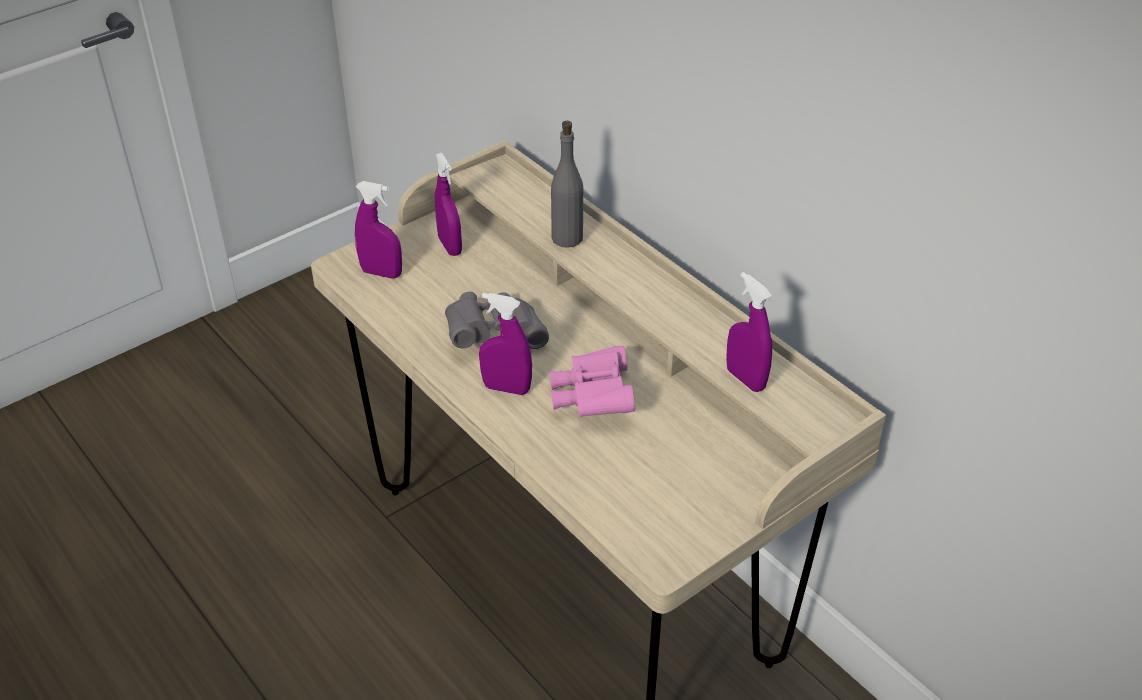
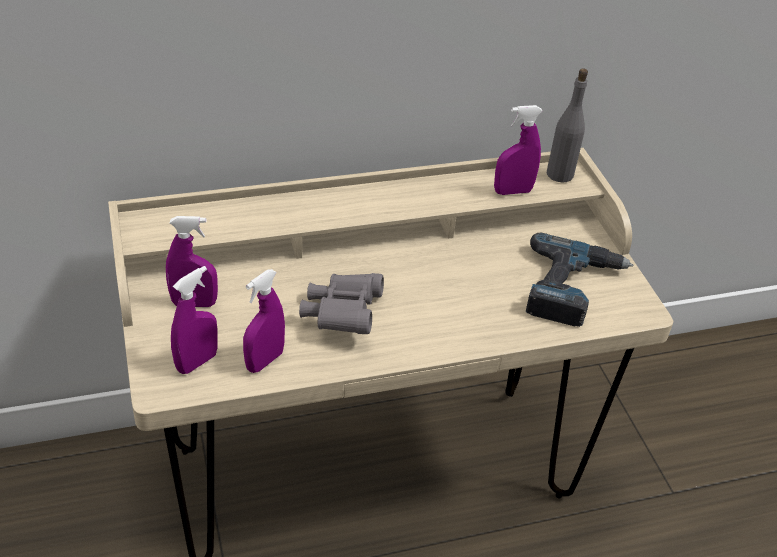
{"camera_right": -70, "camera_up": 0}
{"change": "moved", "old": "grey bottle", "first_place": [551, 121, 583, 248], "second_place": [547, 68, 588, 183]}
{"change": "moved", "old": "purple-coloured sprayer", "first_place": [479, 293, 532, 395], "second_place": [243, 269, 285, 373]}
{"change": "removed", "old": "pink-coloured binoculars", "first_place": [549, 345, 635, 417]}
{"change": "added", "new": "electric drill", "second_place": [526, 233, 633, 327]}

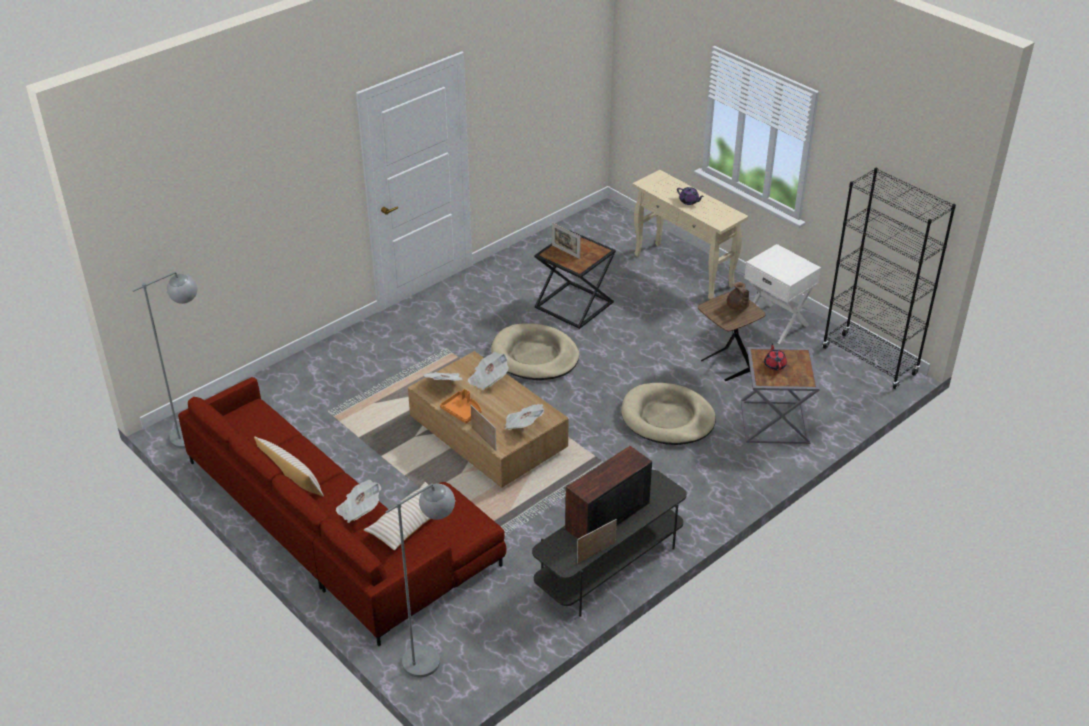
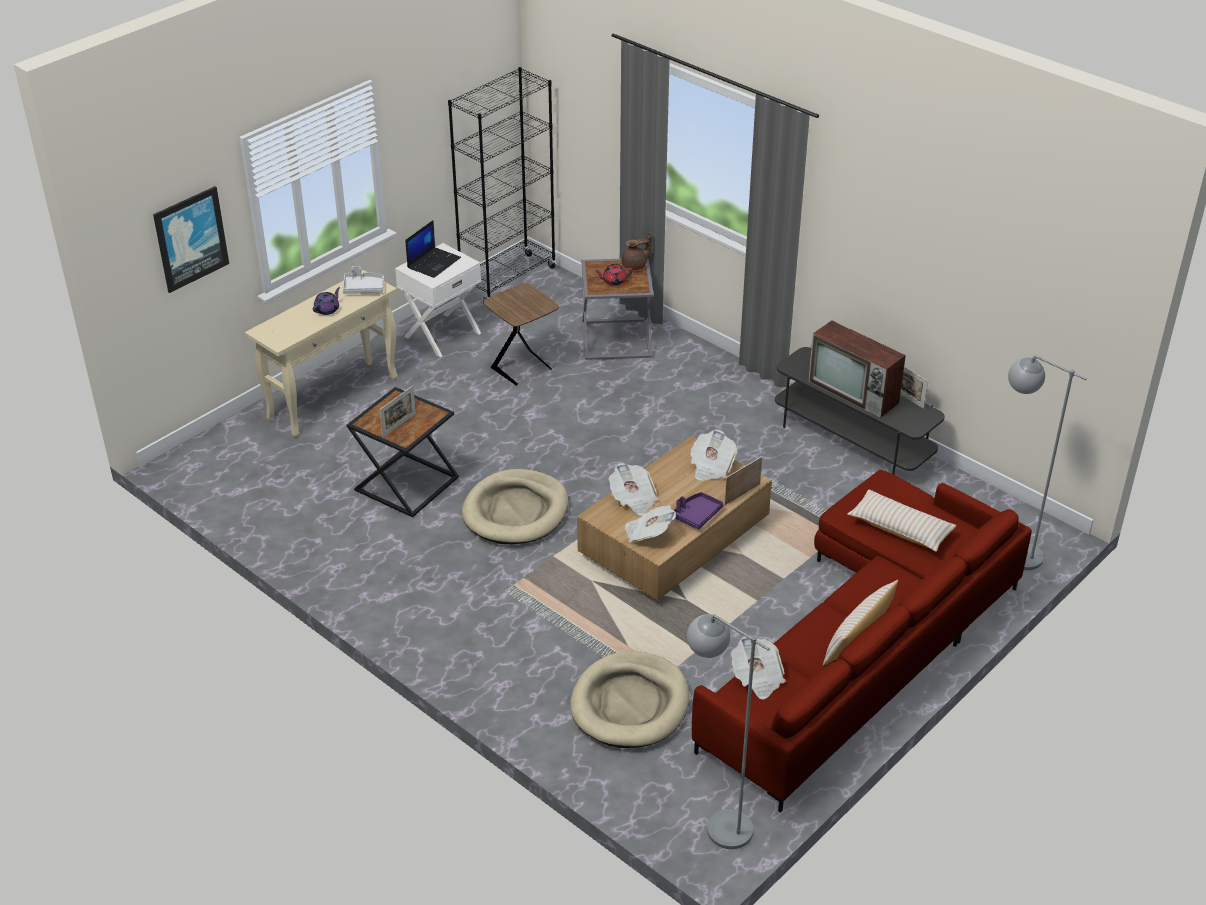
{"camera_right": -95, "camera_up": 0}
{"change": "moved", "old": "brown tea pot", "first_place": [727, 282, 750, 311], "second_place": [622, 233, 652, 270]}
{"change": "moved", "old": "beige-coloured dog cushion", "first_place": [621, 383, 716, 445], "second_place": [570, 651, 689, 748]}
{"change": "recoloured", "old": "orange-coloured serving tray", "new": "purple-coloured serving tray", "first_place": [440, 389, 482, 423], "second_place": [674, 492, 724, 530]}
{"change": "moved", "old": "daily paper", "first_place": [336, 480, 381, 523], "second_place": [731, 635, 785, 699]}
{"change": "added", "new": "wall art", "second_place": [153, 186, 229, 293]}
{"change": "added", "new": "notebook computer", "second_place": [406, 220, 461, 278]}
{"change": "added", "new": "grey serving tray", "second_place": [343, 266, 384, 294]}

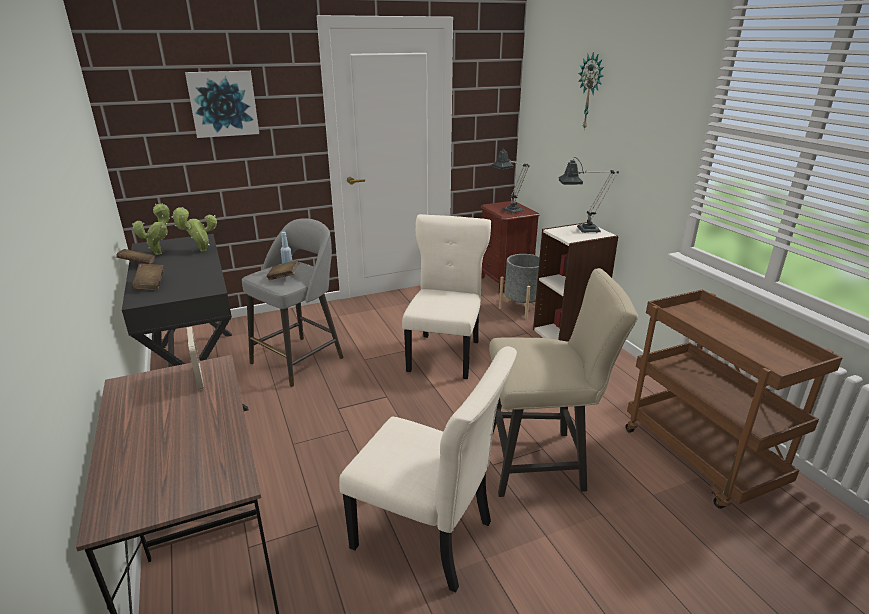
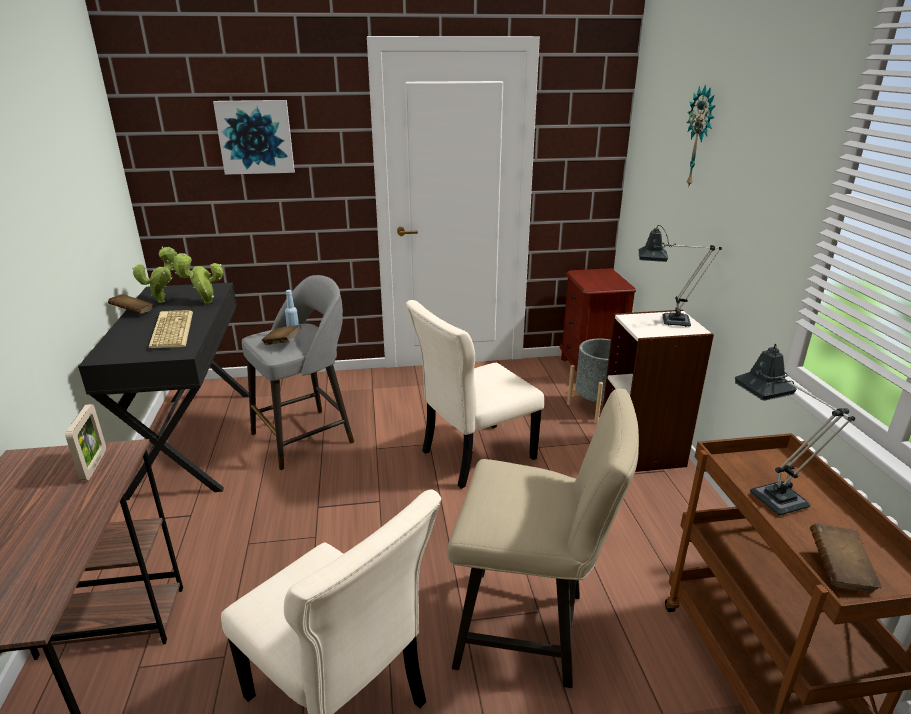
{"camera_right": 15, "camera_up": 0}
{"change": "moved", "old": "table lamp", "first_place": [492, 147, 530, 213], "second_place": [735, 344, 855, 515]}
{"change": "turned", "old": "beige-coloured plain chair", "first_place": [402, 214, 491, 379], "second_place": [406, 300, 544, 489], "degrees": -150}
{"change": "moved", "old": "brown volume", "first_place": [132, 264, 164, 290], "second_place": [810, 524, 881, 592]}
{"change": "added", "new": "computer keyboard", "second_place": [149, 310, 193, 348]}

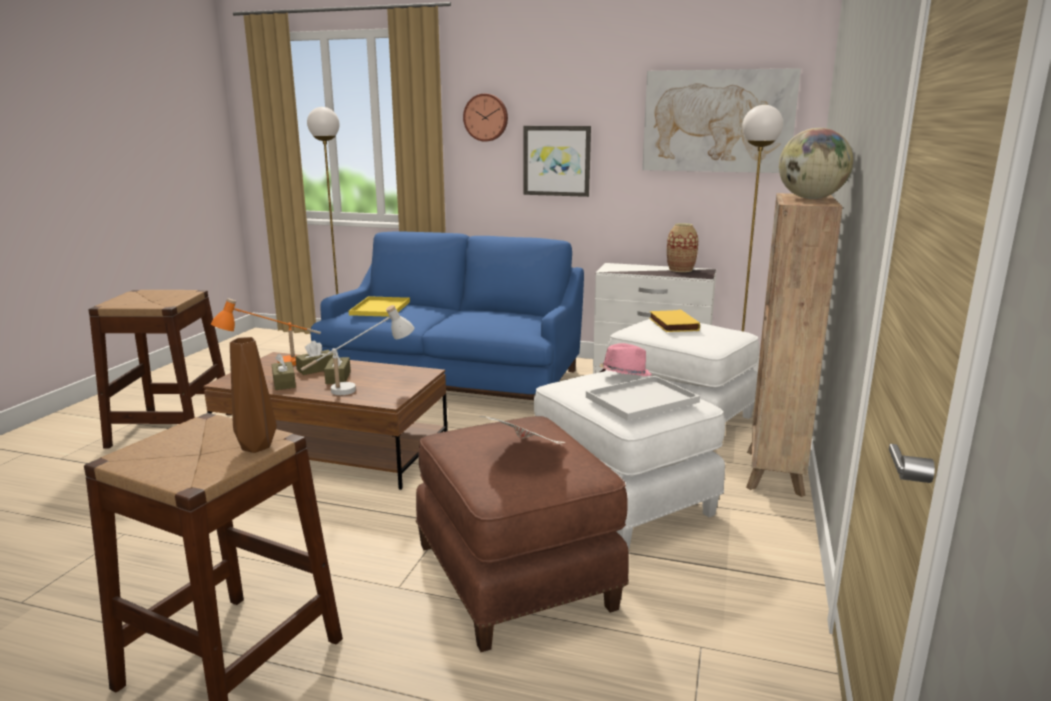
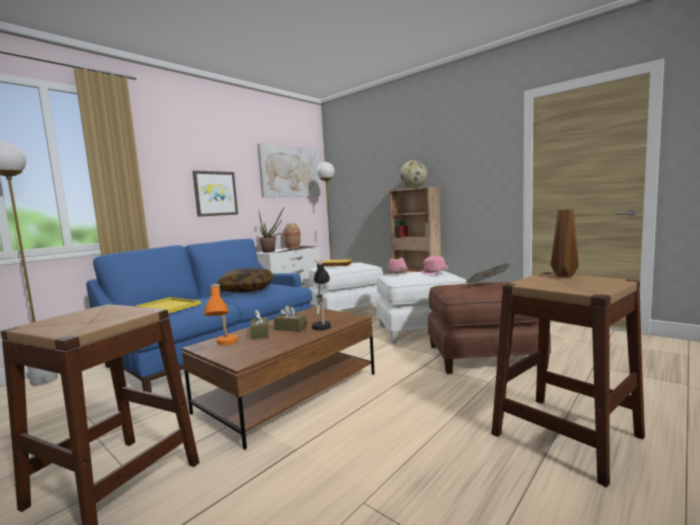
{"camera_right": -65, "camera_up": -10}
{"change": "removed", "old": "clock on the wall", "first_place": [463, 94, 508, 142]}
{"change": "recoloured", "old": "white table lamp", "new": "black-coloured table lamp", "first_place": [301, 305, 414, 395], "second_place": [312, 260, 331, 330]}
{"change": "removed", "old": "brown box of tissues", "first_place": [272, 353, 296, 390]}
{"change": "replaced", "old": "white serving tray", "new": "pink-coloured clothing hat", "first_place": [586, 376, 700, 421], "second_place": [421, 256, 449, 274]}
{"change": "added", "new": "potted plant", "second_place": [259, 208, 284, 253]}
{"change": "added", "new": "throw pillow", "second_place": [217, 268, 274, 293]}

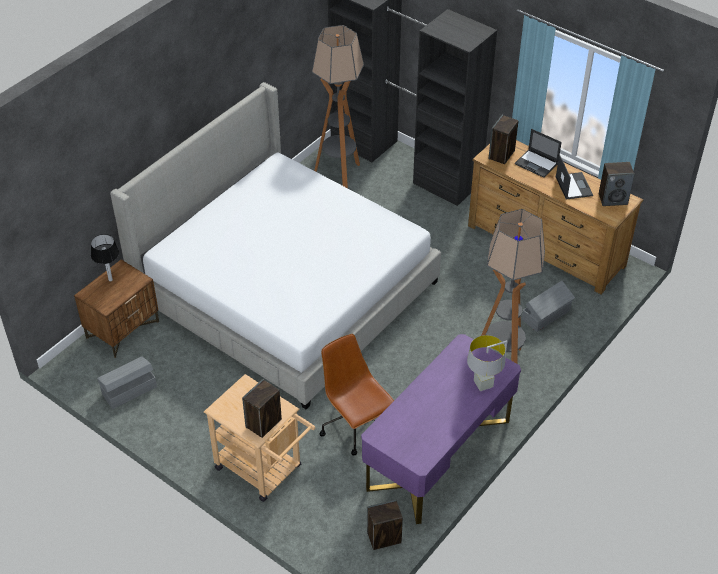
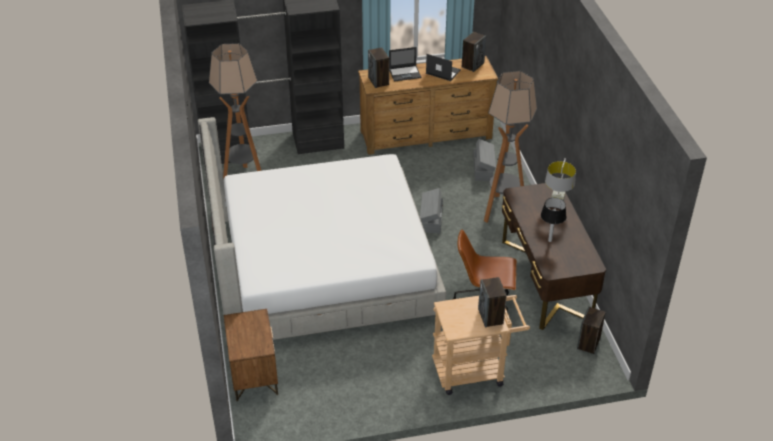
{"camera_right": -50, "camera_up": -5}
{"change": "moved", "old": "table lamp", "first_place": [91, 234, 119, 281], "second_place": [541, 198, 567, 242]}
{"change": "recoloured", "old": "purple-coloured desk unit", "new": "brown desk unit", "first_place": [361, 334, 521, 524], "second_place": [502, 183, 606, 330]}
{"change": "moved", "old": "grey storage box", "first_place": [97, 356, 157, 409], "second_place": [420, 188, 443, 233]}

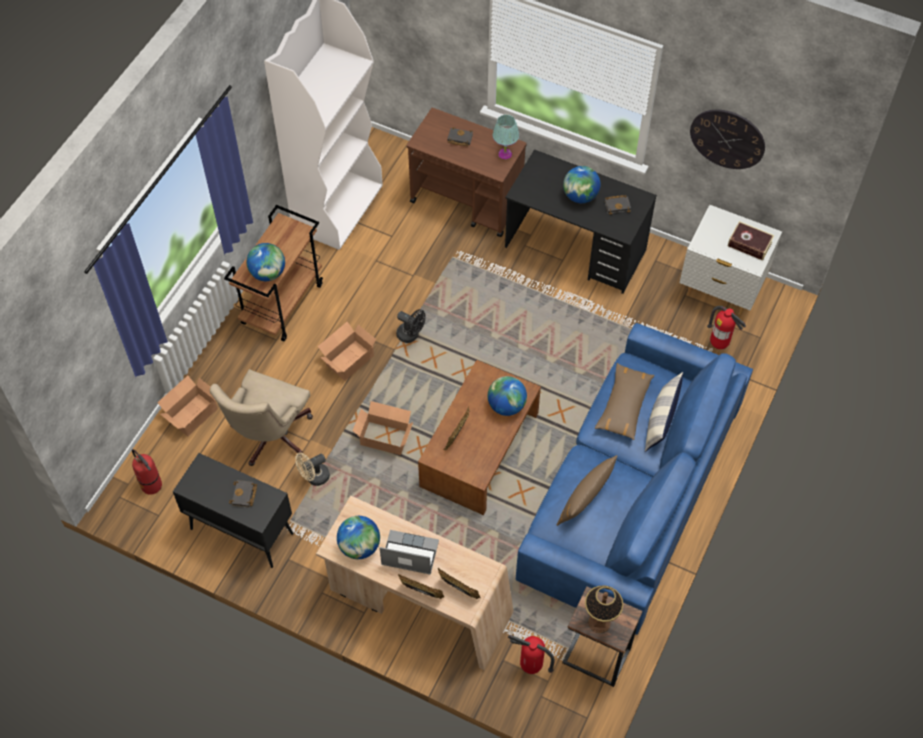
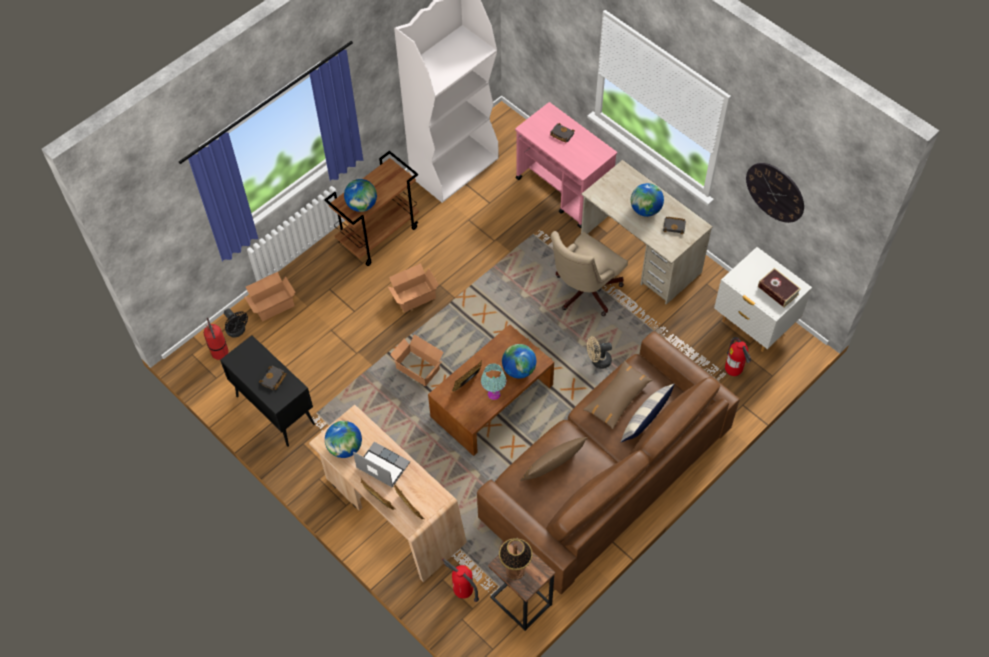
{"camera_right": 20, "camera_up": 0}
{"change": "recoloured", "old": "brown trolley", "new": "pink-coloured trolley", "first_place": [407, 108, 527, 237], "second_place": [515, 102, 617, 228]}
{"change": "moved", "old": "blue-green table lamp", "first_place": [492, 115, 519, 159], "second_place": [481, 363, 506, 400]}
{"change": "recoloured", "old": "black-coloured desk unit", "new": "beige-coloured desk unit", "first_place": [505, 149, 657, 294], "second_place": [581, 160, 713, 305]}
{"change": "moved", "old": "black-coloured fan", "first_place": [396, 309, 426, 343], "second_place": [224, 309, 248, 338]}
{"change": "recoloured", "old": "blue-coloured couch", "new": "brown couch", "first_place": [516, 323, 753, 635], "second_place": [477, 331, 740, 594]}
{"change": "moved", "old": "beige-coloured computer chair", "first_place": [210, 369, 313, 466], "second_place": [550, 231, 628, 316]}
{"change": "moved", "old": "beige-coloured fan", "first_place": [295, 452, 330, 486], "second_place": [587, 336, 612, 369]}

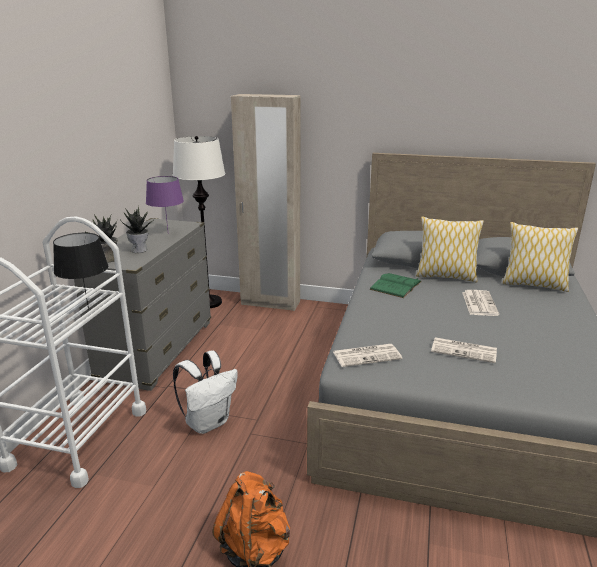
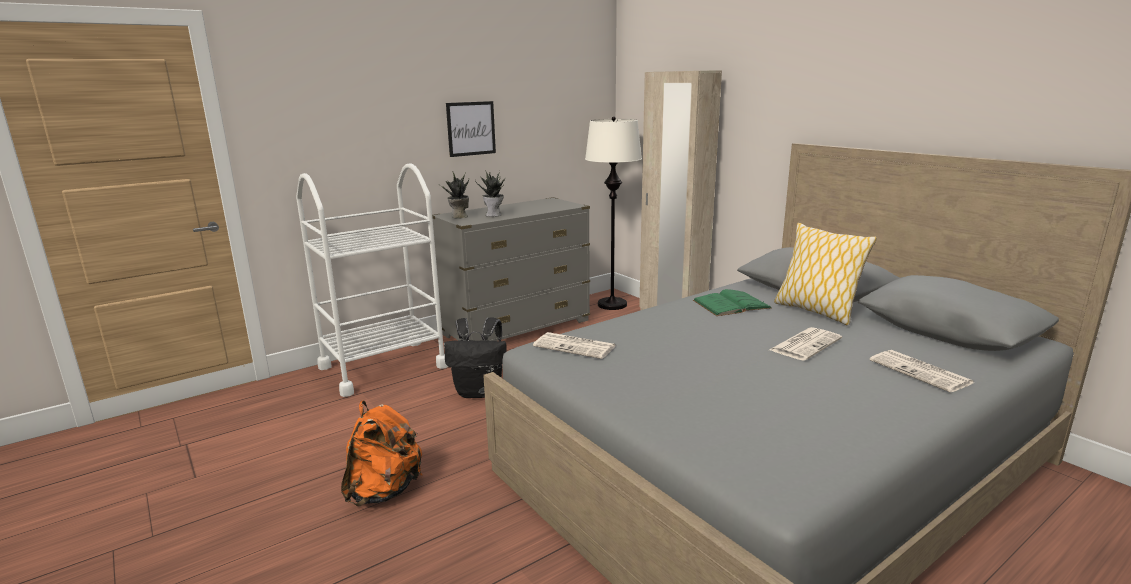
{"camera_right": 40, "camera_up": -5}
{"change": "removed", "old": "purple-coloured table lamp", "first_place": [146, 176, 184, 229]}
{"change": "removed", "old": "throw pillow", "first_place": [502, 222, 578, 292]}
{"change": "removed", "old": "black-coloured table lamp", "first_place": [53, 233, 108, 311]}
{"change": "moved", "old": "daily paper", "first_place": [431, 337, 497, 363], "second_place": [870, 350, 974, 392]}
{"change": "recoloured", "old": "white knapsack", "new": "black-coloured knapsack", "first_place": [173, 350, 238, 434], "second_place": [444, 317, 506, 398]}
{"change": "added", "new": "wall art", "second_place": [446, 101, 496, 157]}

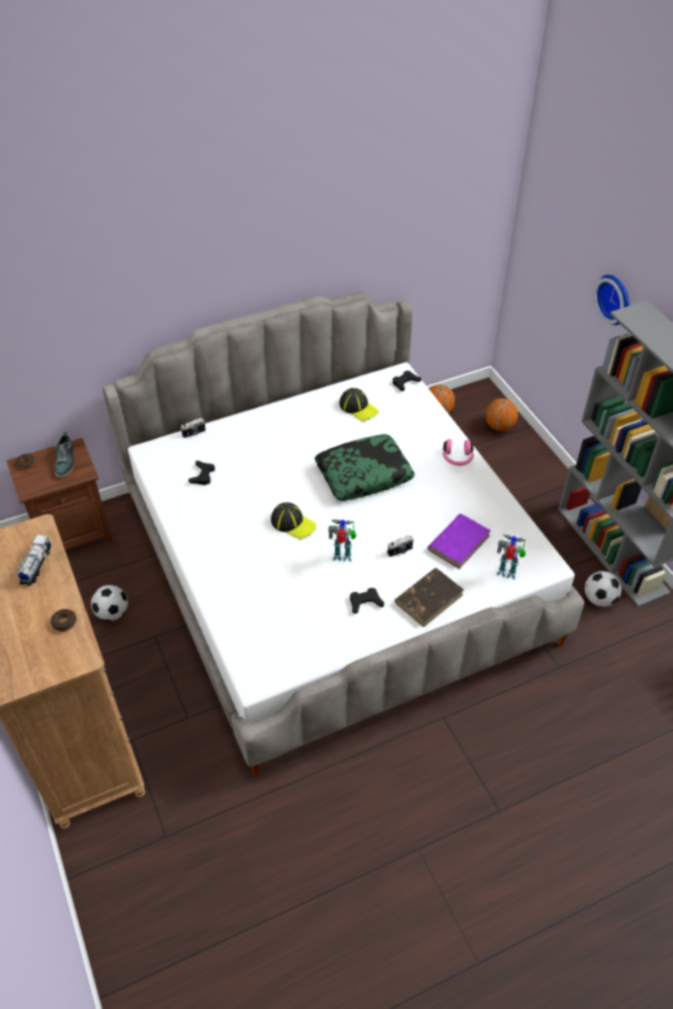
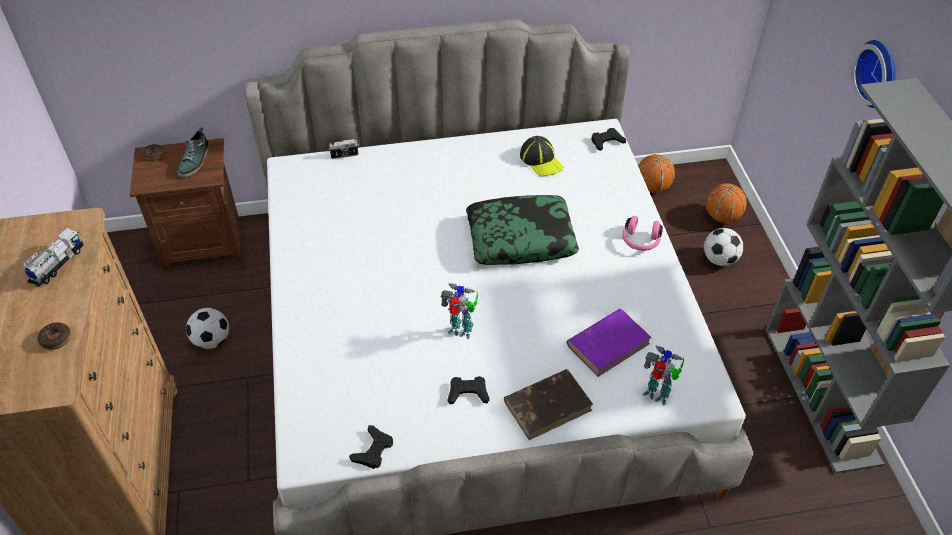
{"camera_right": 15, "camera_up": 0}
{"change": "moved", "old": "black-coloured gamepad", "first_place": [188, 461, 215, 485], "second_place": [349, 425, 393, 469]}
{"change": "removed", "old": "baseball cap", "first_place": [271, 502, 316, 540]}
{"change": "removed", "old": "still camera", "first_place": [387, 535, 413, 557]}
{"change": "moved", "old": "ball for football", "first_place": [585, 571, 622, 607], "second_place": [704, 228, 743, 266]}

